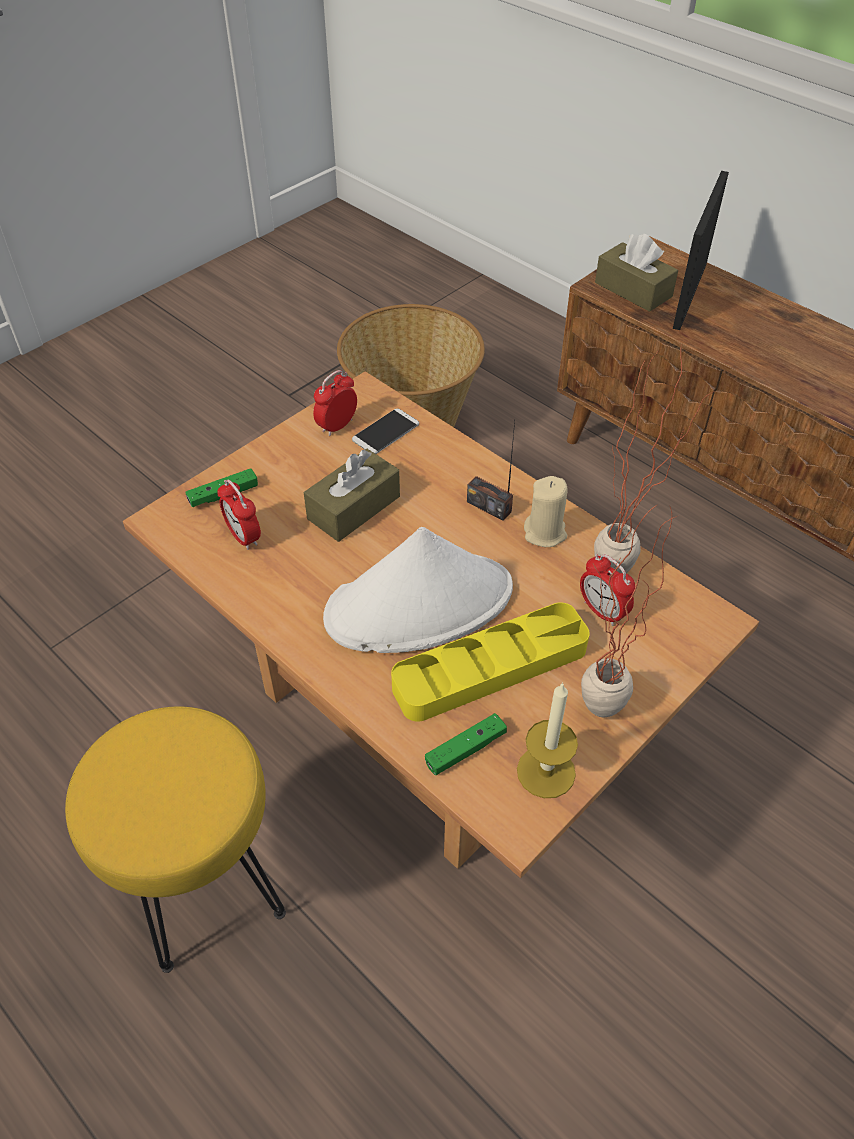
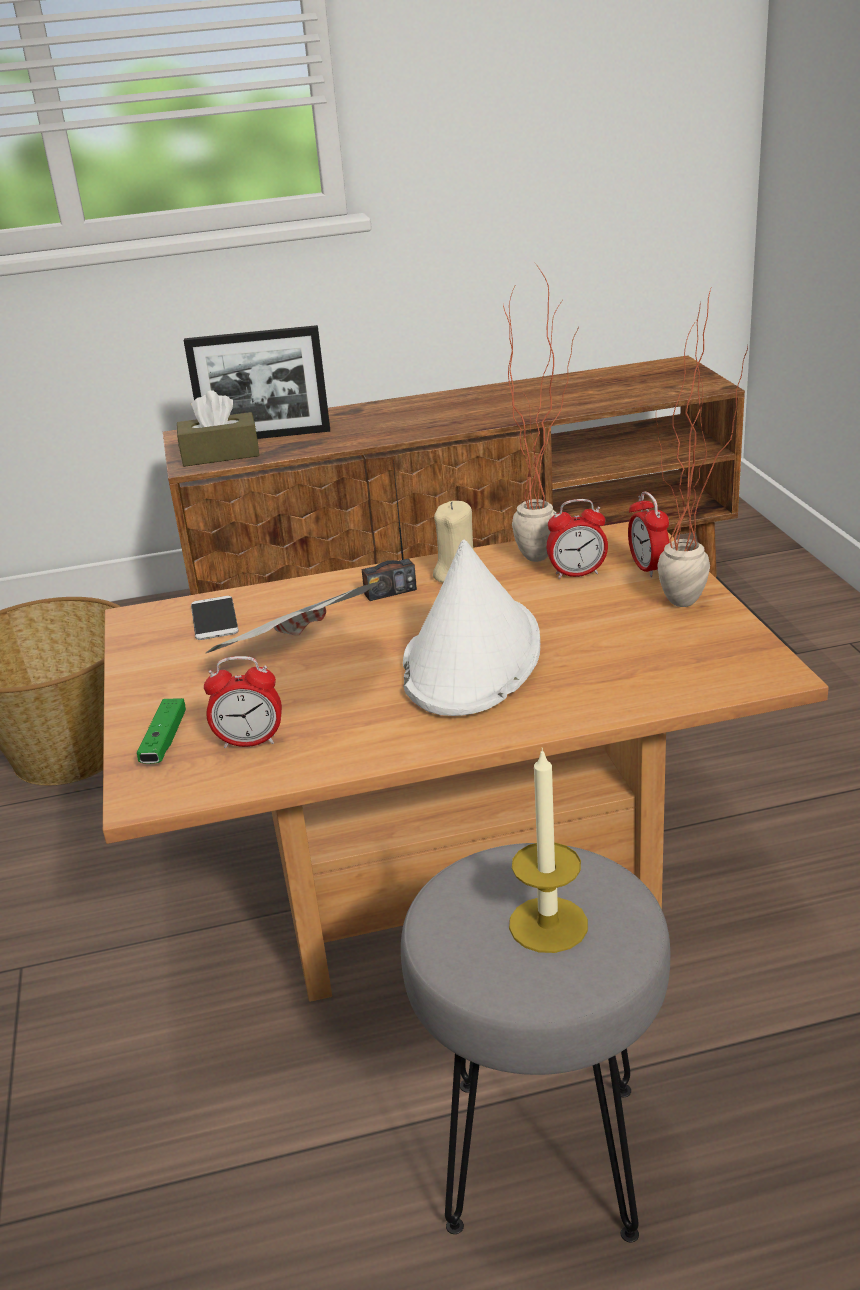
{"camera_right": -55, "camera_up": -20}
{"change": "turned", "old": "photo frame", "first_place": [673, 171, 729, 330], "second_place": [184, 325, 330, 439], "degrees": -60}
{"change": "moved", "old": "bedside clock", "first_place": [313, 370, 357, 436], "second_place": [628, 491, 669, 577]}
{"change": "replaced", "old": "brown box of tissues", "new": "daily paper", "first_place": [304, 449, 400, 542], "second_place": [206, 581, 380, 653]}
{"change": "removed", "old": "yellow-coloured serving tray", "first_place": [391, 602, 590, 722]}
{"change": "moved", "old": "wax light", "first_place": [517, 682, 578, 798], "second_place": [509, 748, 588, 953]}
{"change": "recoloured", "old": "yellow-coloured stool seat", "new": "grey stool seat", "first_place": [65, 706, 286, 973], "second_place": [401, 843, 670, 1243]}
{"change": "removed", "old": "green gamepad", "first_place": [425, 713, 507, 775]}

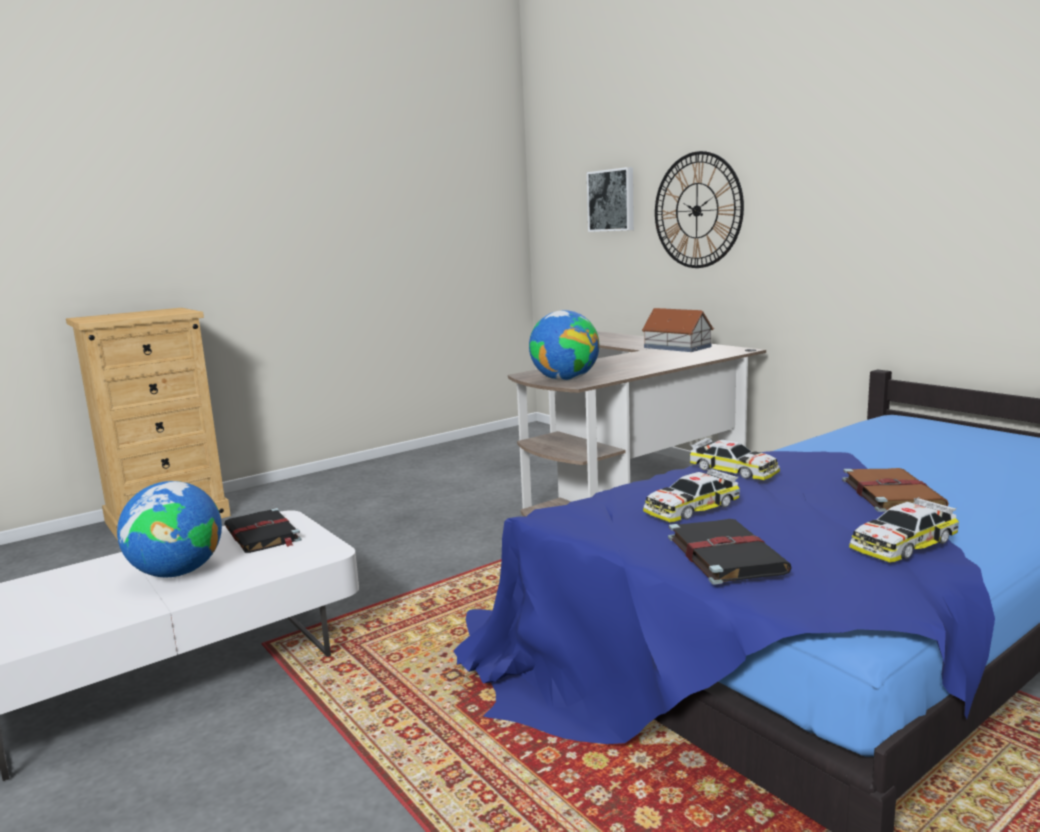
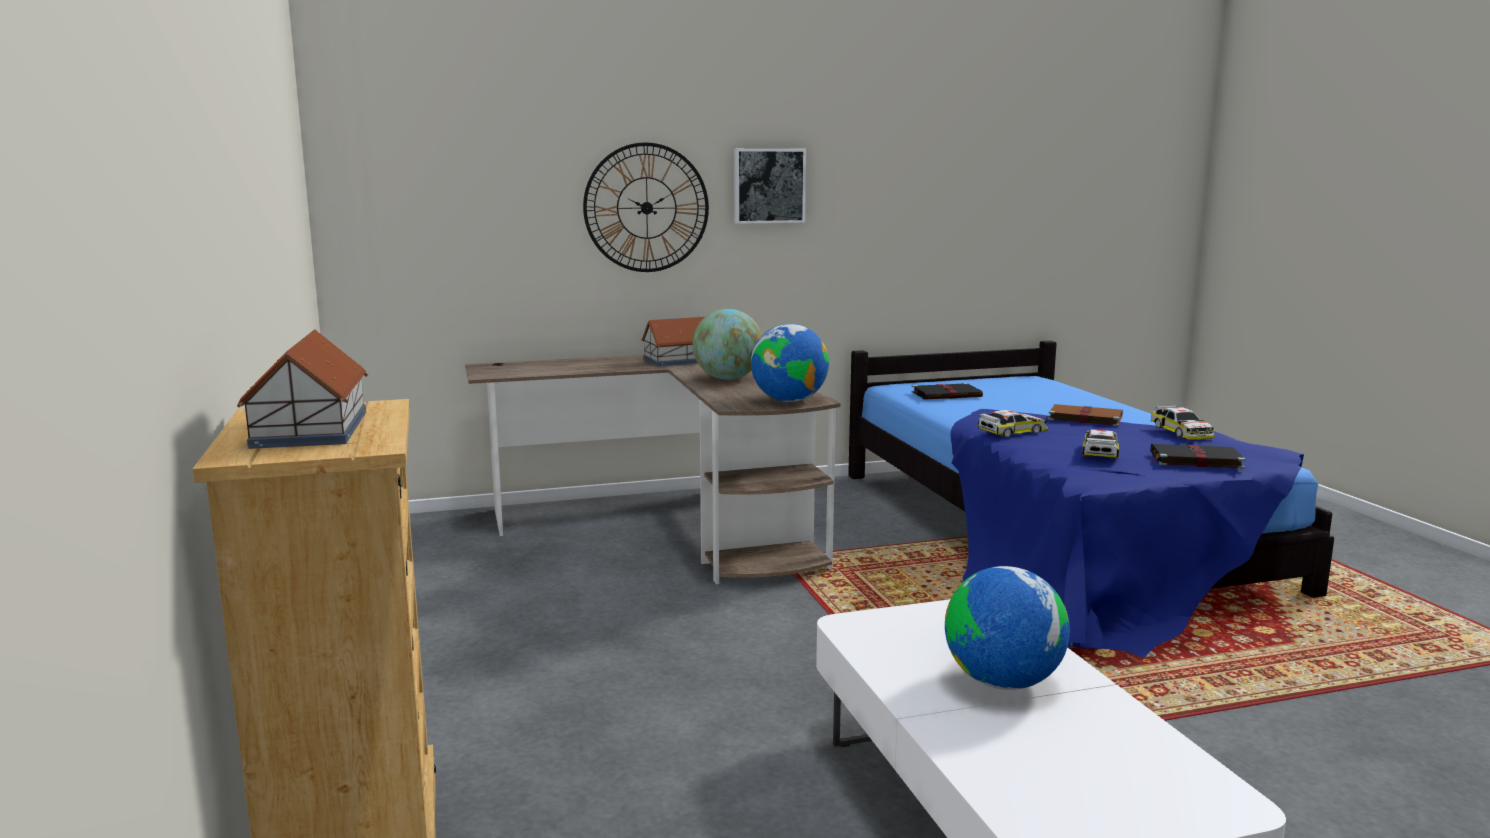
{"camera_right": -70, "camera_up": 0}
{"change": "moved", "old": "wall art", "first_place": [587, 167, 634, 232], "second_place": [734, 149, 806, 224]}
{"change": "turned", "old": "toy car", "first_place": [643, 468, 740, 523], "second_place": [1082, 430, 1119, 459], "degrees": -150}
{"change": "moved", "old": "black-coloured volume", "first_place": [224, 508, 301, 553], "second_place": [912, 383, 983, 400]}
{"change": "added", "new": "globe", "second_place": [692, 309, 762, 380]}
{"change": "added", "new": "miniature house", "second_place": [237, 329, 368, 449]}

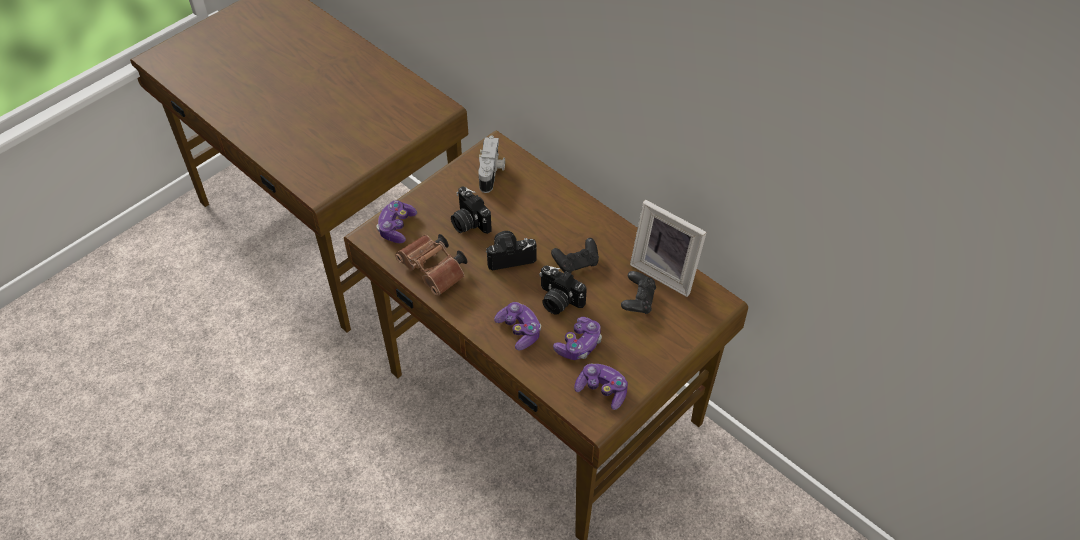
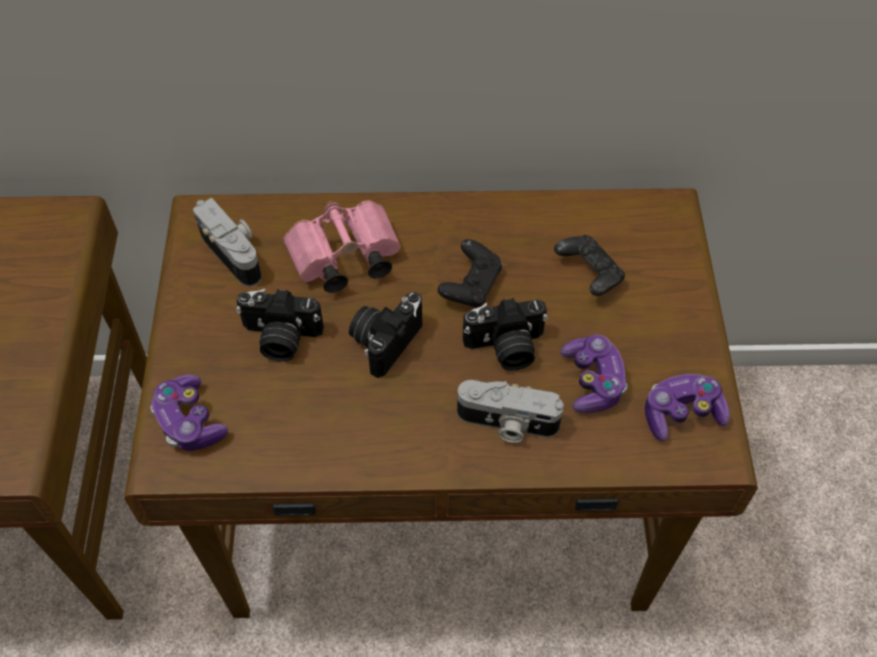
{"camera_right": -45, "camera_up": 5}
{"change": "removed", "old": "photo frame", "first_place": [630, 200, 707, 297]}
{"change": "removed", "old": "brown binoculars", "first_place": [395, 234, 468, 296]}
{"change": "replaced", "old": "gamepad", "new": "still camera", "first_place": [494, 302, 541, 350], "second_place": [457, 380, 564, 443]}
{"change": "added", "new": "pink-coloured binoculars", "second_place": [283, 201, 401, 293]}

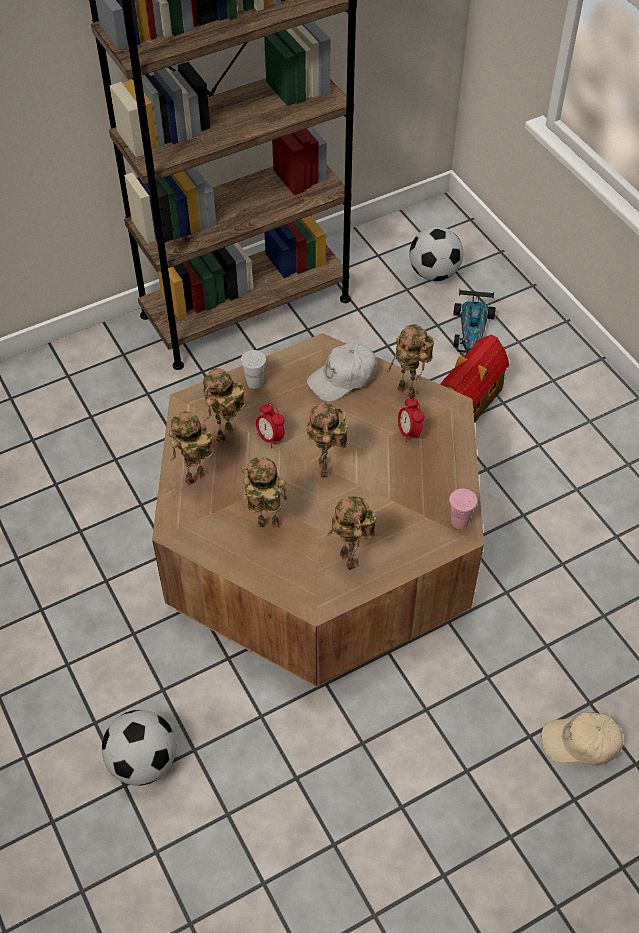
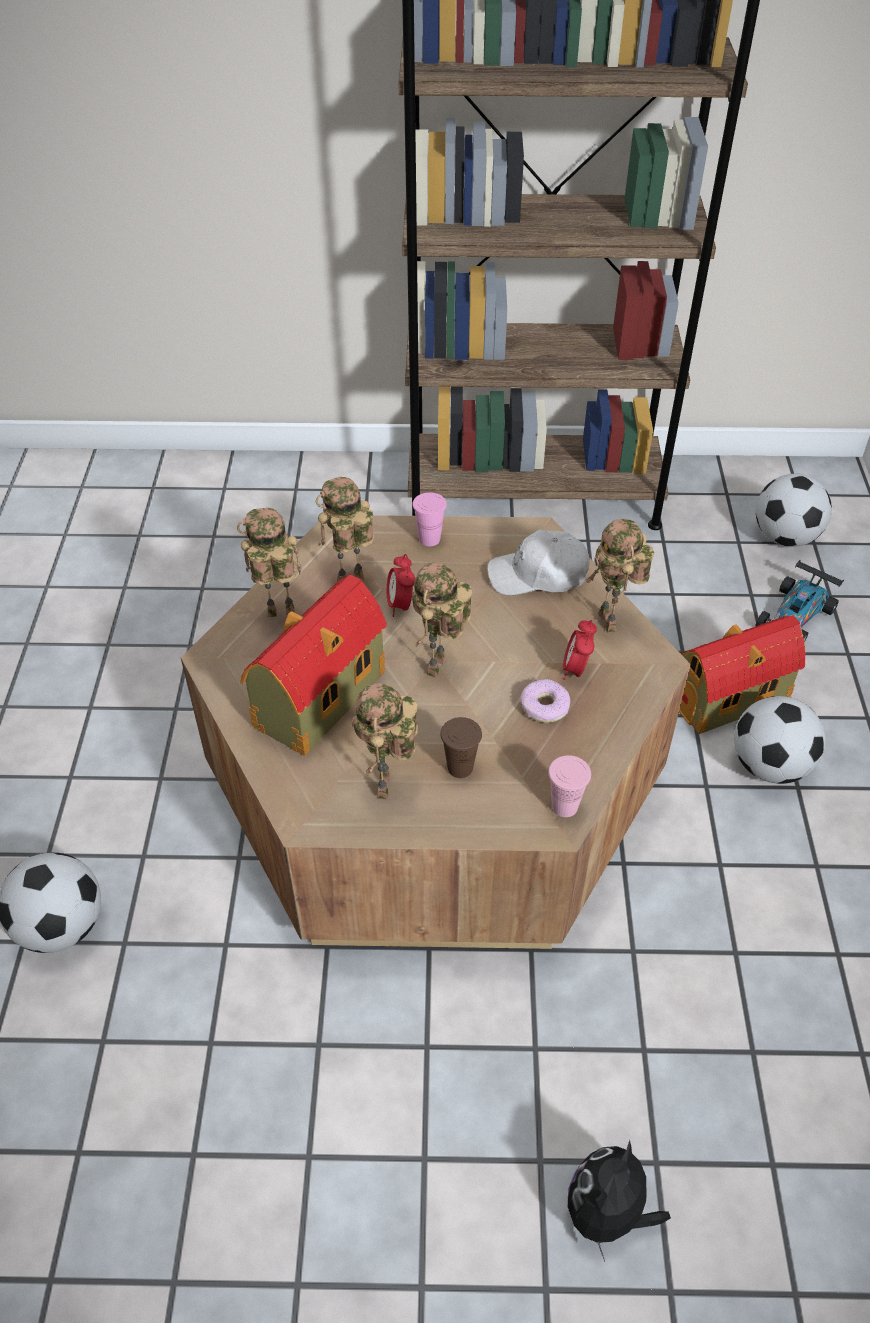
{"camera_right": 30, "camera_up": -5}
{"change": "recoloured", "old": "white cup", "new": "pink-coloured cup", "first_place": [241, 350, 266, 389], "second_place": [412, 492, 447, 546]}
{"change": "replaced", "old": "model robot", "new": "miniature house", "first_place": [241, 457, 287, 528], "second_place": [240, 574, 387, 756]}
{"change": "replaced", "old": "beige-coloured baseball cap", "new": "plush toy", "first_place": [542, 712, 623, 765], "second_place": [568, 1140, 671, 1262]}
{"change": "added", "new": "doughnut", "second_place": [520, 679, 570, 723]}
{"change": "added", "new": "ball for football", "second_place": [734, 696, 825, 784]}
{"change": "added", "new": "brown cup", "second_place": [441, 717, 482, 778]}

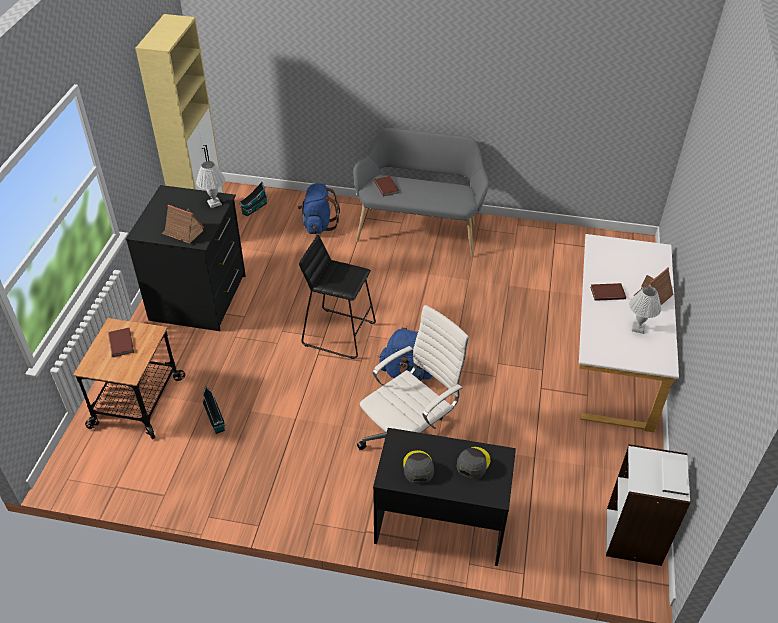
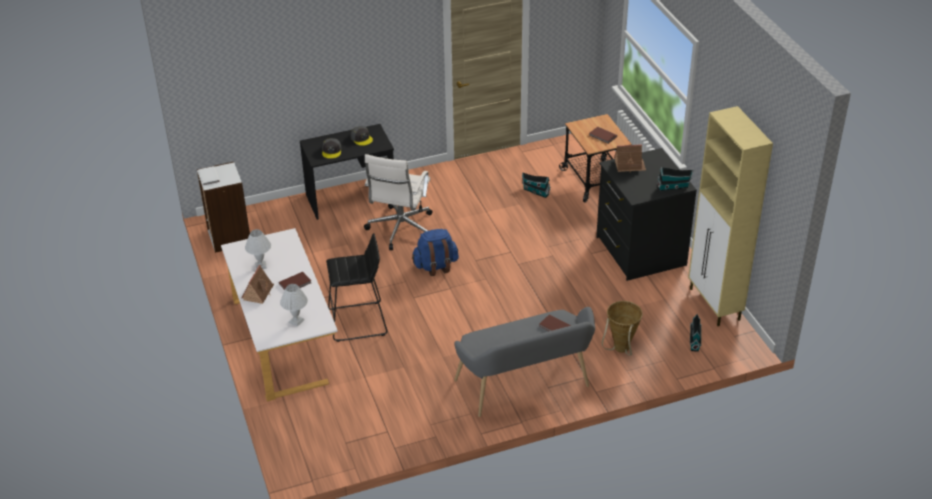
{"camera_right": 150, "camera_up": -5}
{"change": "moved", "old": "white table lamp", "first_place": [196, 161, 225, 208], "second_place": [280, 284, 308, 326]}
{"change": "replaced", "old": "blue-coloured knapsack", "new": "basket", "first_place": [298, 183, 340, 234], "second_place": [602, 301, 643, 355]}
{"change": "moved", "old": "black-coloured stool seat", "first_place": [299, 235, 376, 359], "second_place": [326, 233, 387, 342]}
{"change": "added", "new": "miniature house", "second_place": [657, 167, 693, 191]}

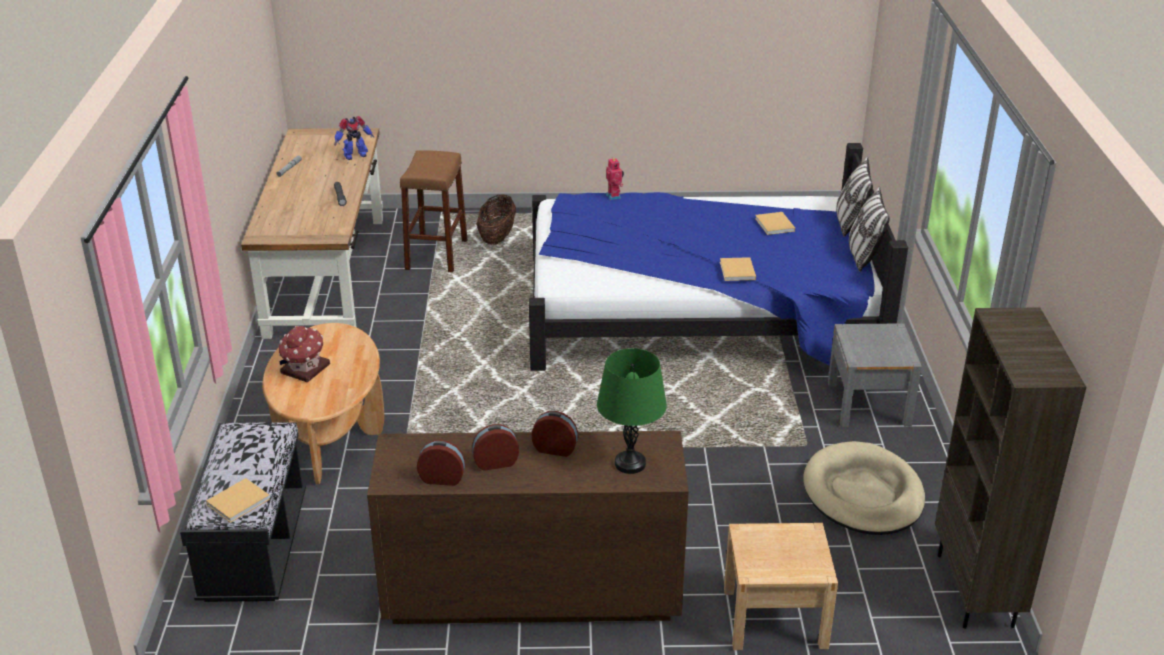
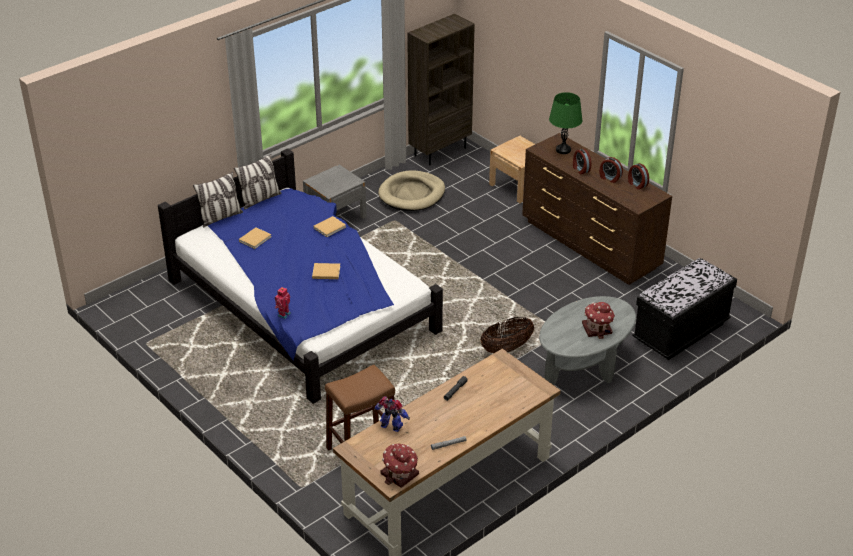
{"camera_right": -130, "camera_up": 5}
{"change": "moved", "old": "basket", "first_place": [476, 195, 516, 245], "second_place": [480, 317, 534, 353]}
{"change": "recoloured", "old": "brown low table", "new": "grey low table", "first_place": [262, 323, 384, 484], "second_place": [539, 296, 636, 385]}
{"change": "moved", "old": "beige-coloured volume", "first_place": [206, 478, 270, 523], "second_place": [312, 263, 340, 279]}
{"change": "added", "new": "miniature house", "second_place": [381, 443, 419, 488]}

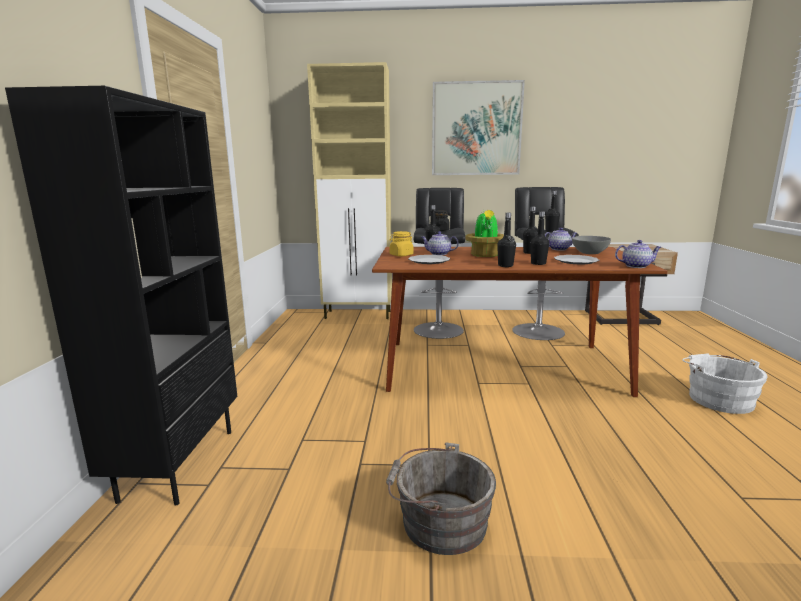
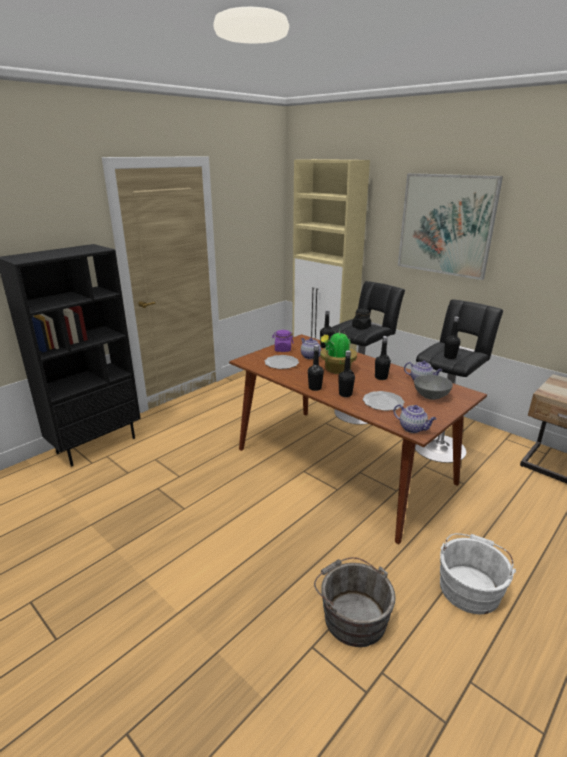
{"camera_right": 40, "camera_up": 10}
{"change": "recoloured", "old": "yellow-coloured jar", "new": "purple-coloured jar", "first_place": [389, 231, 414, 256], "second_place": [272, 330, 294, 352]}
{"change": "moved", "old": "grey bucket", "first_place": [386, 443, 496, 555], "second_place": [314, 557, 395, 647]}

